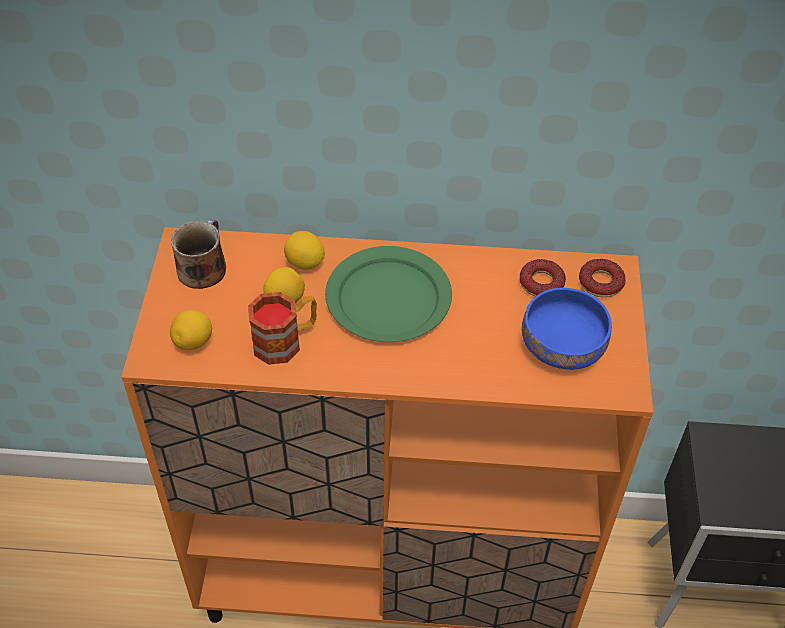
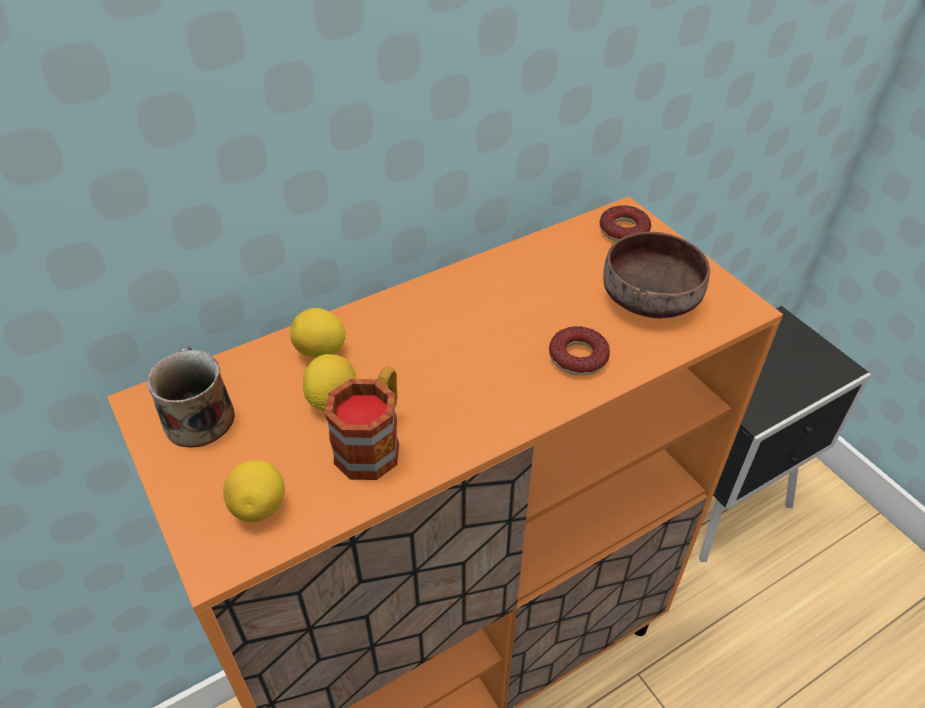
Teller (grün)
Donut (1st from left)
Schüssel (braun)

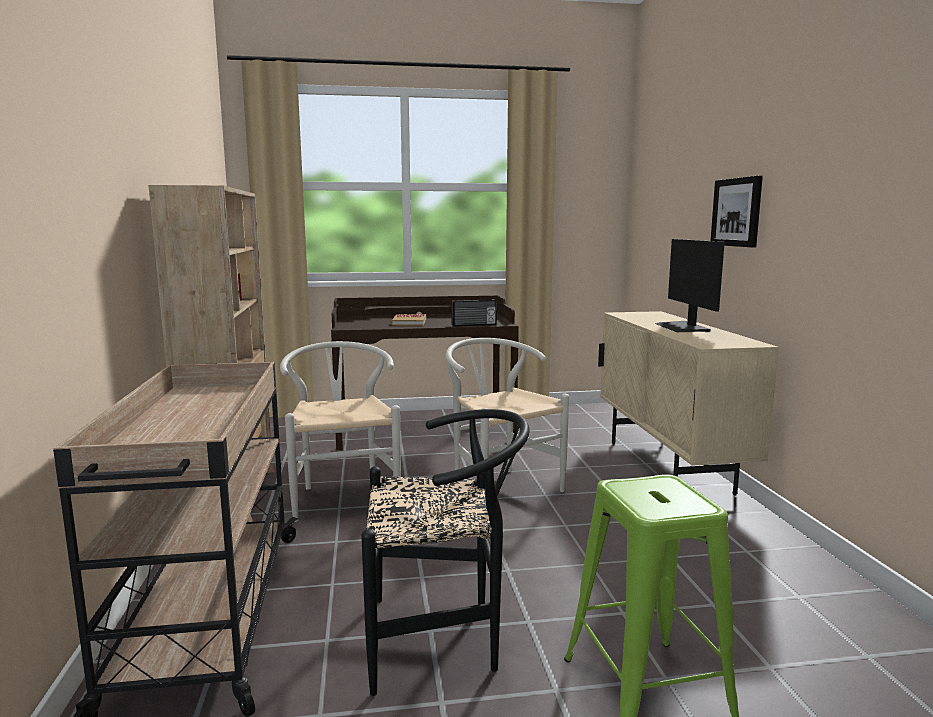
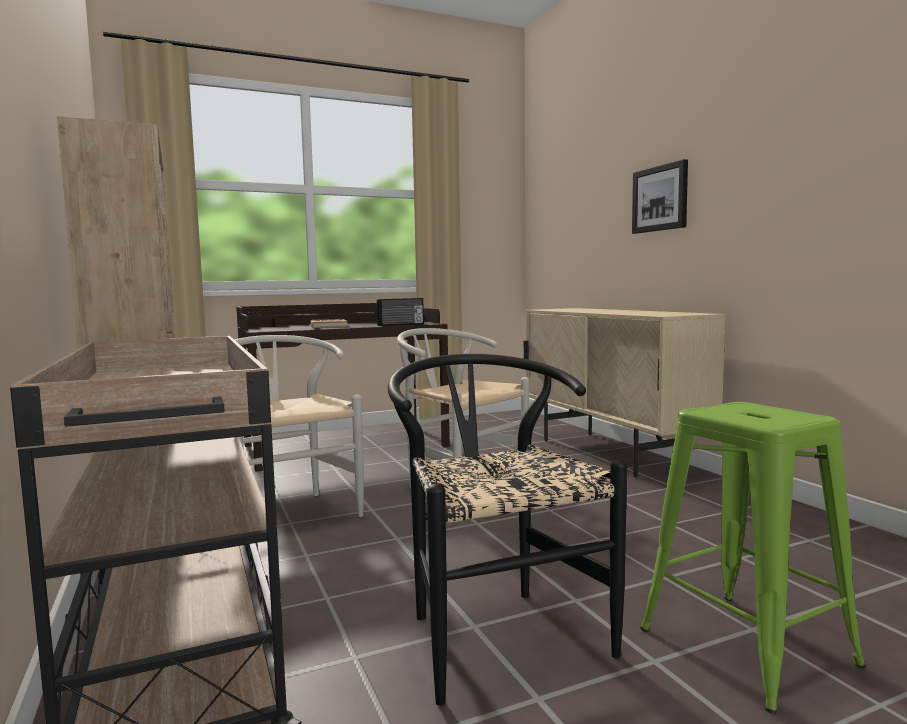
Stuhl (schwarz)
Monitor

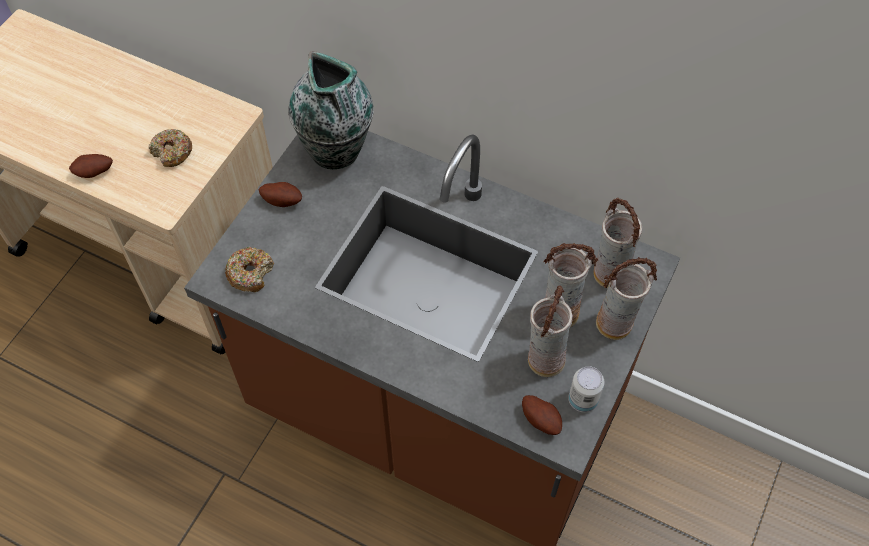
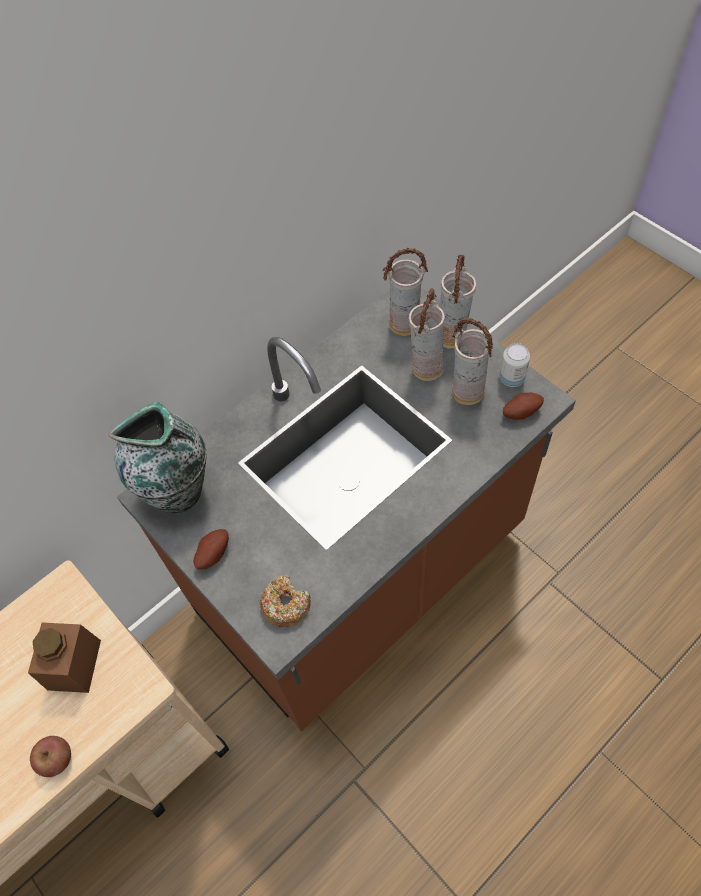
Apfel
Vorratsglas (braun)

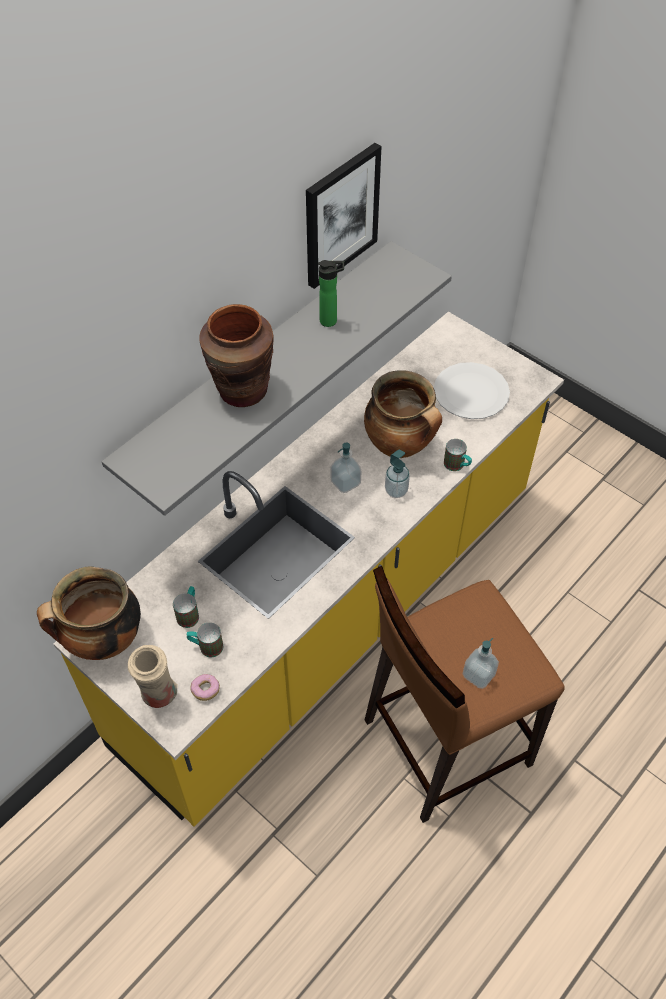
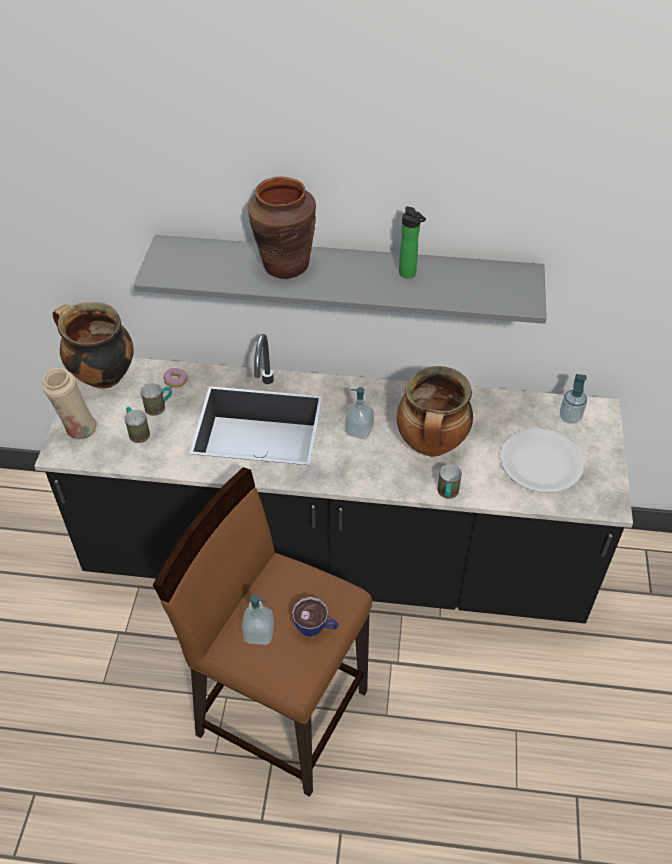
Küchenzeile (schwarz)
Donut
Bild
Seifenspender (3rd from left)
Tasse

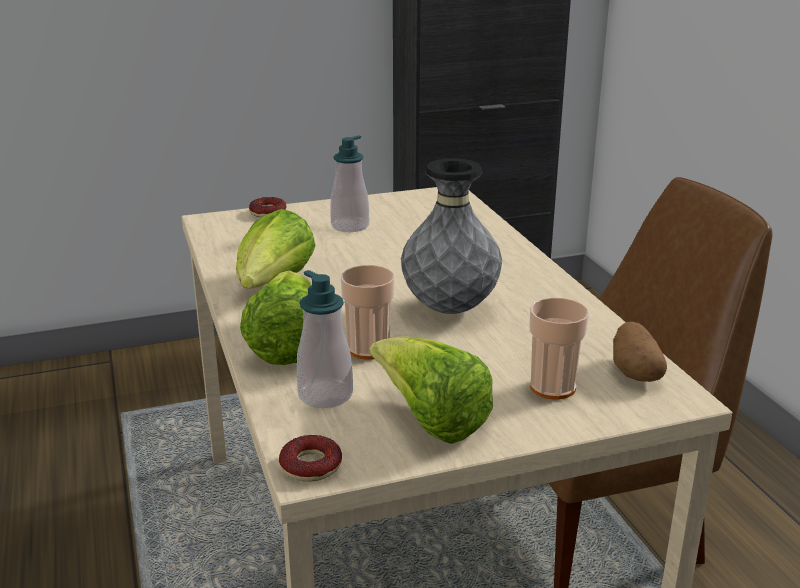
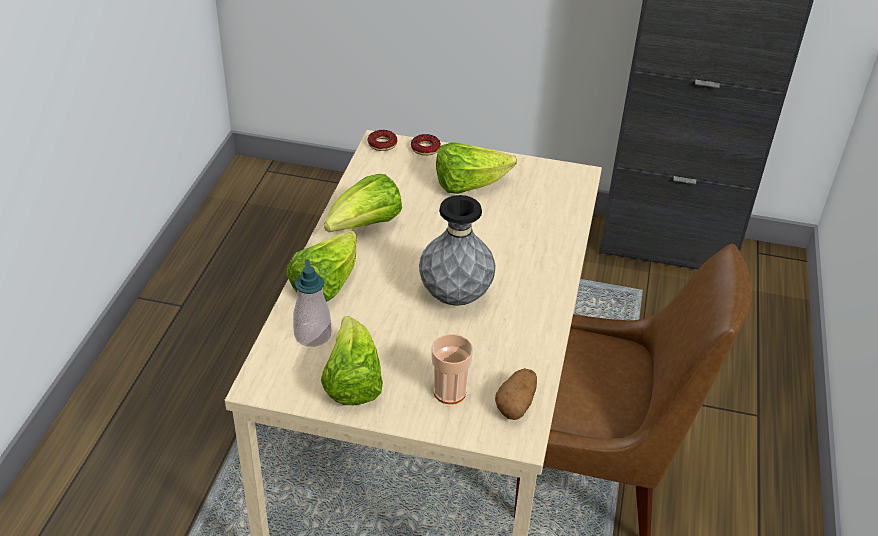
Donut (1st from left)
Salatkopf (4th from left)
Tasse (1st from left in the first image)

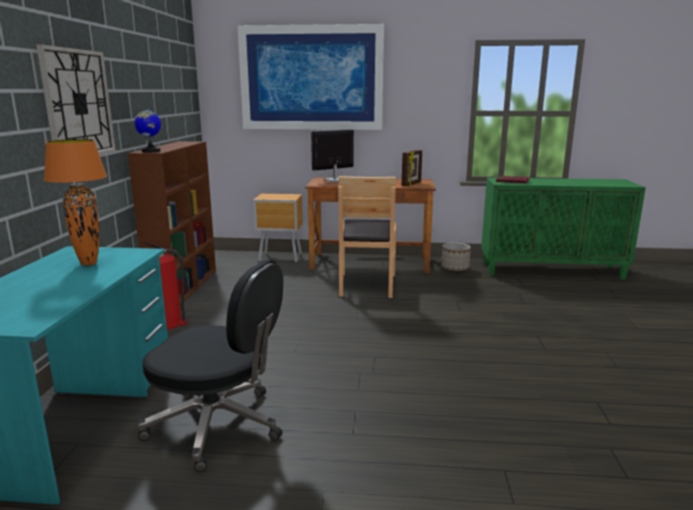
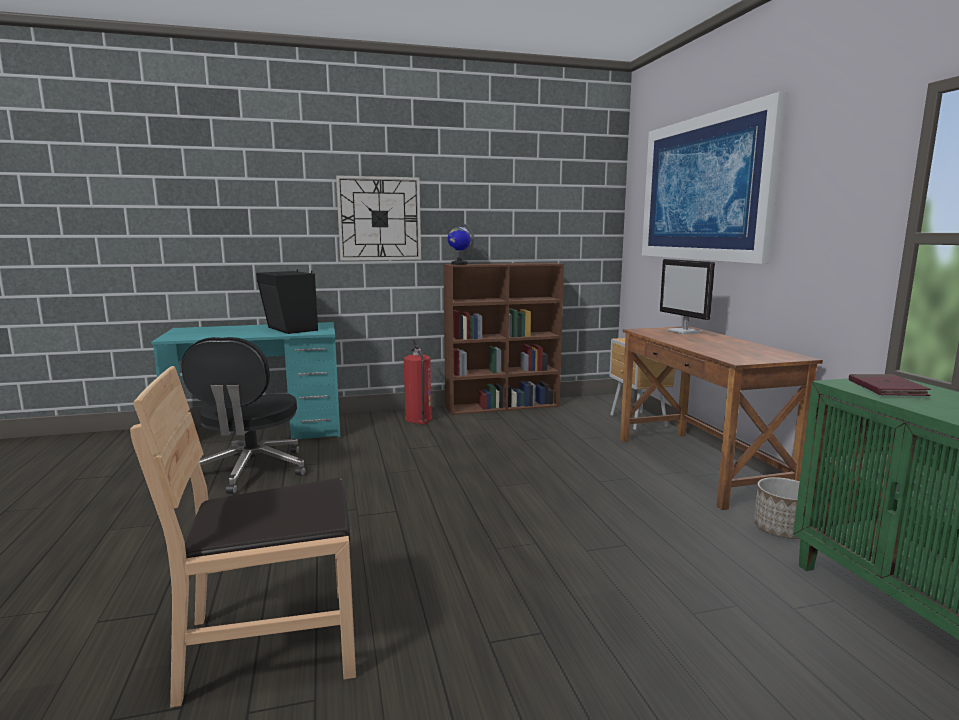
Lautsprecher (schwarz)
Monitor
Stuhl (braun)
Bilderrahmen

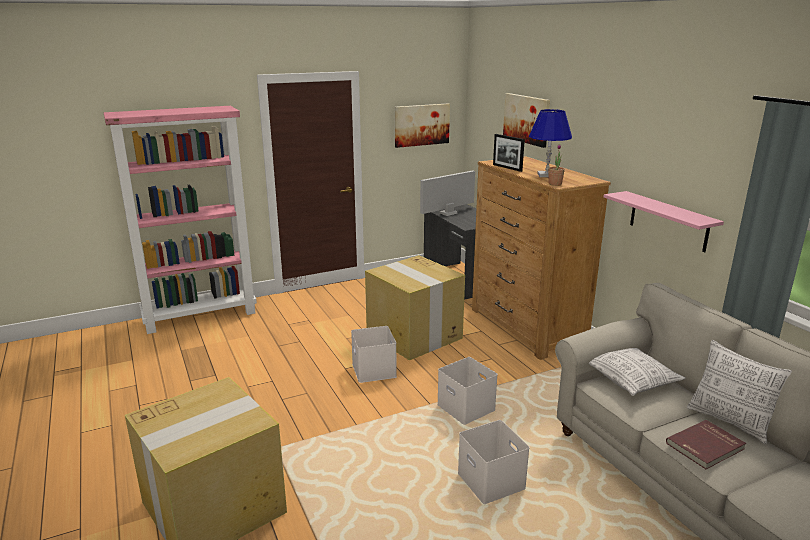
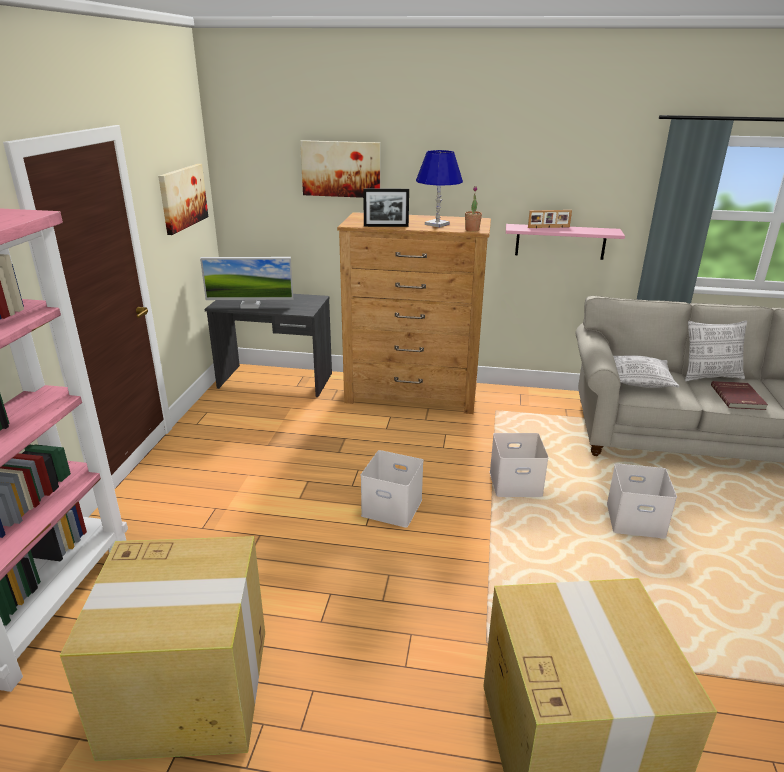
Karton (1st from left)
Monitor
Bilderrahmen (2nd from left)

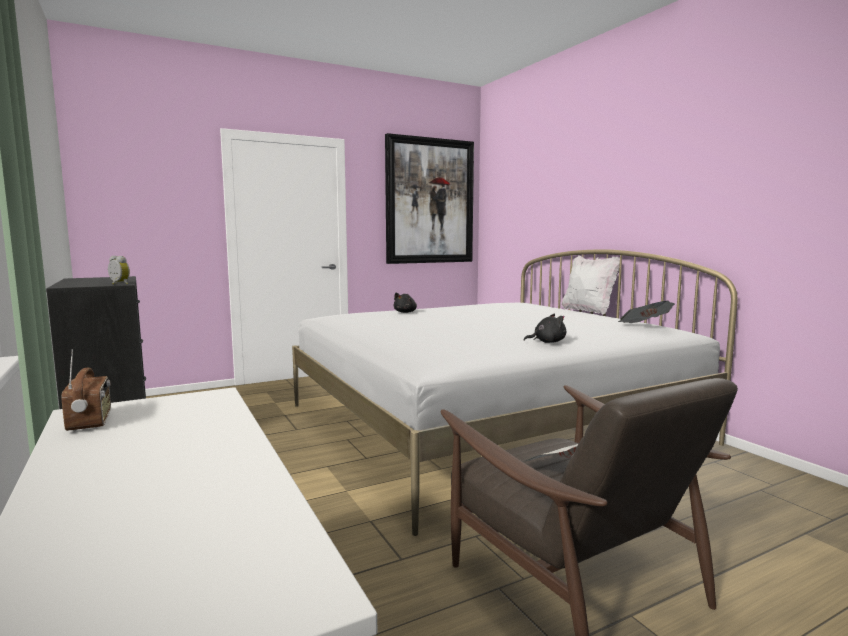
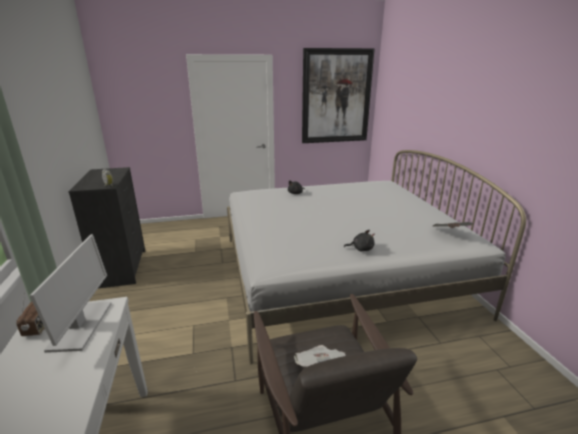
Kissen (weiß)
Monitor

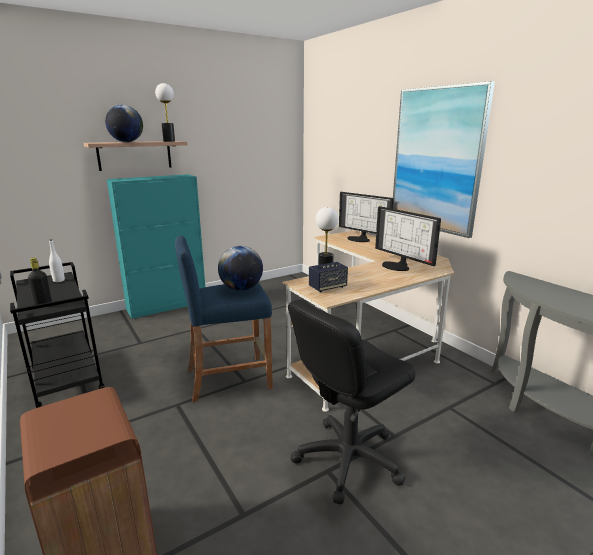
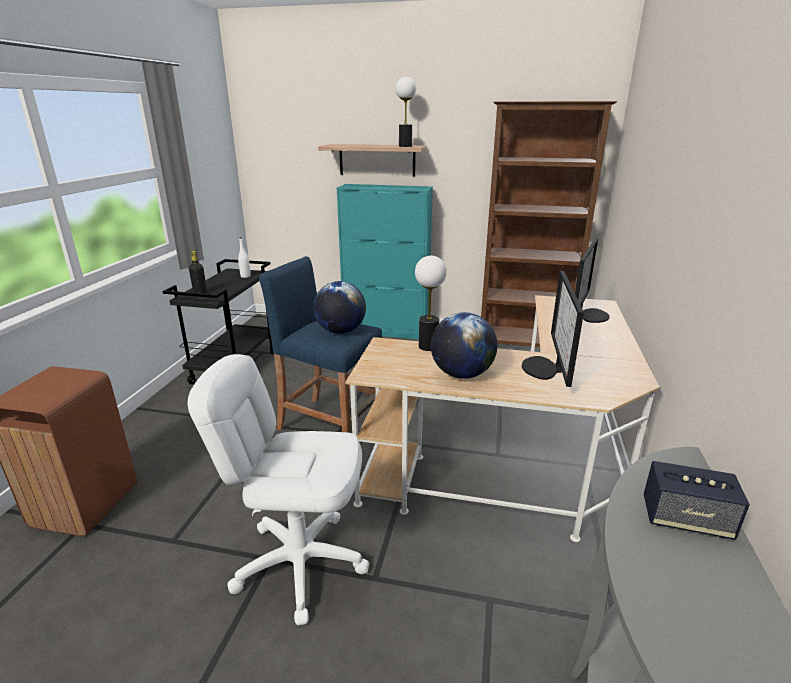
Globus (2nd from left)
Bürostuhl (weiß)
Lautsprecher
Monitor (2nd from left)
Bild
Bücherregal (braun)

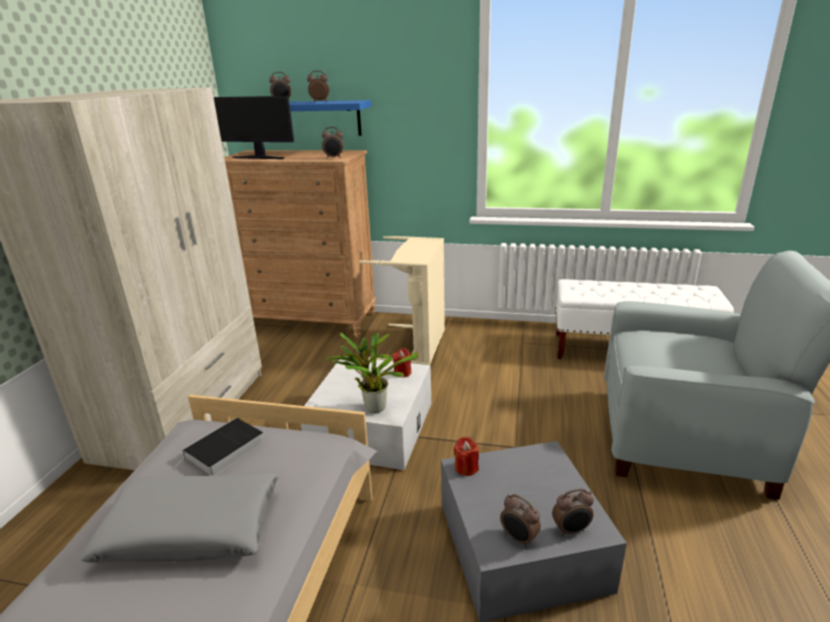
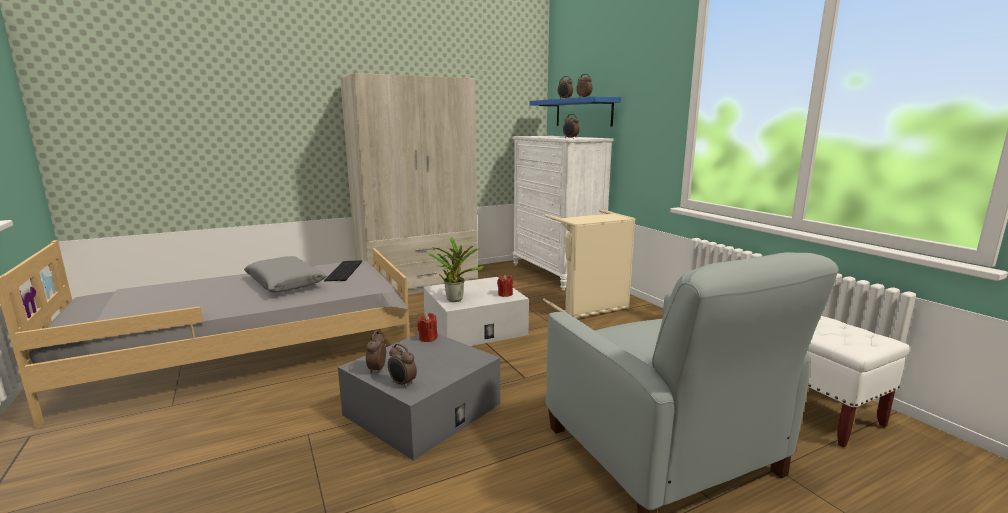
Tastatur
Monitor
Kommode (weiß)

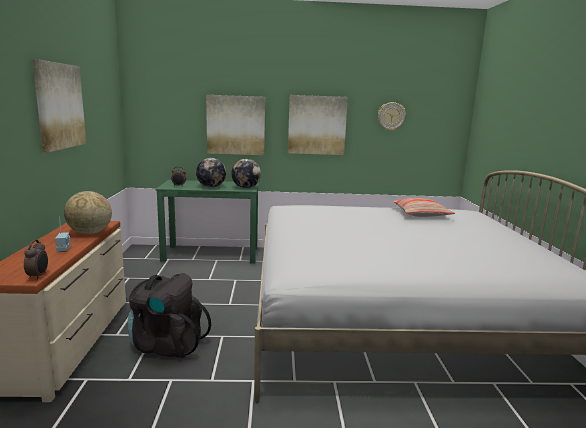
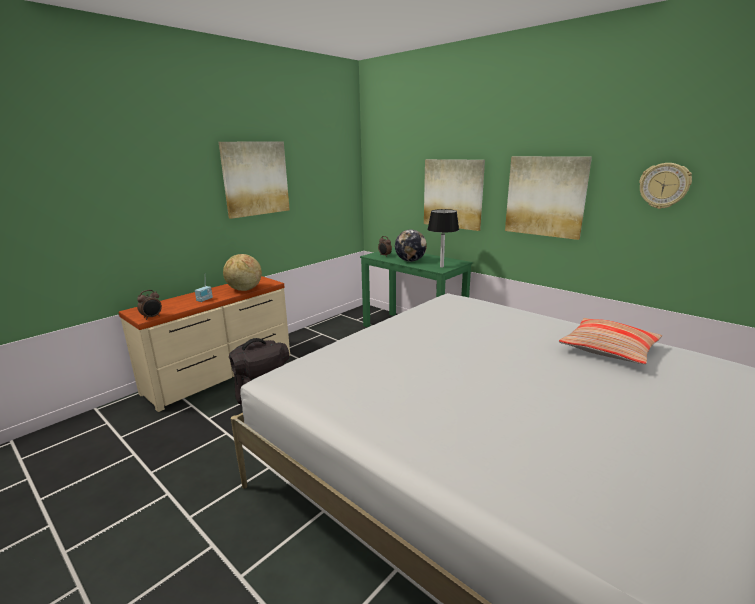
Tischlampe (schwarz)

